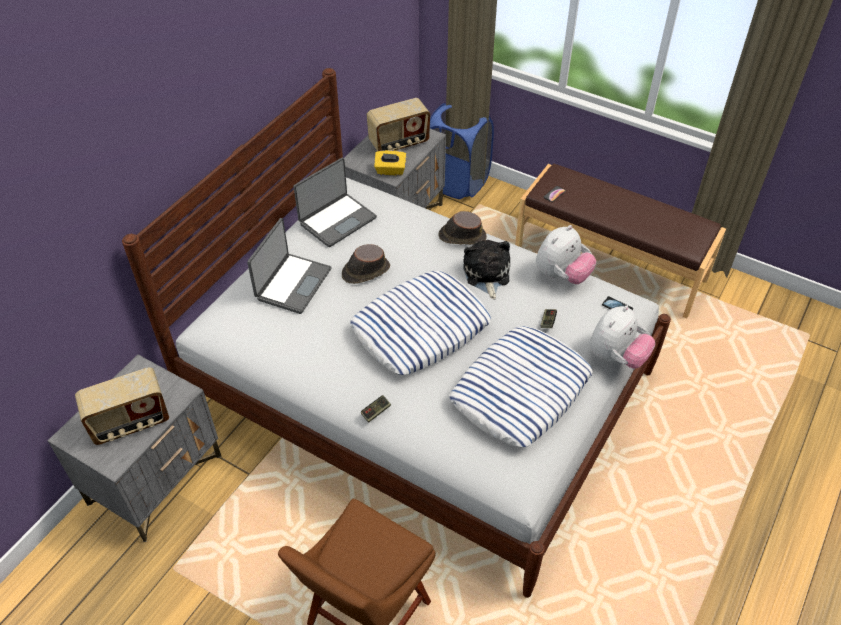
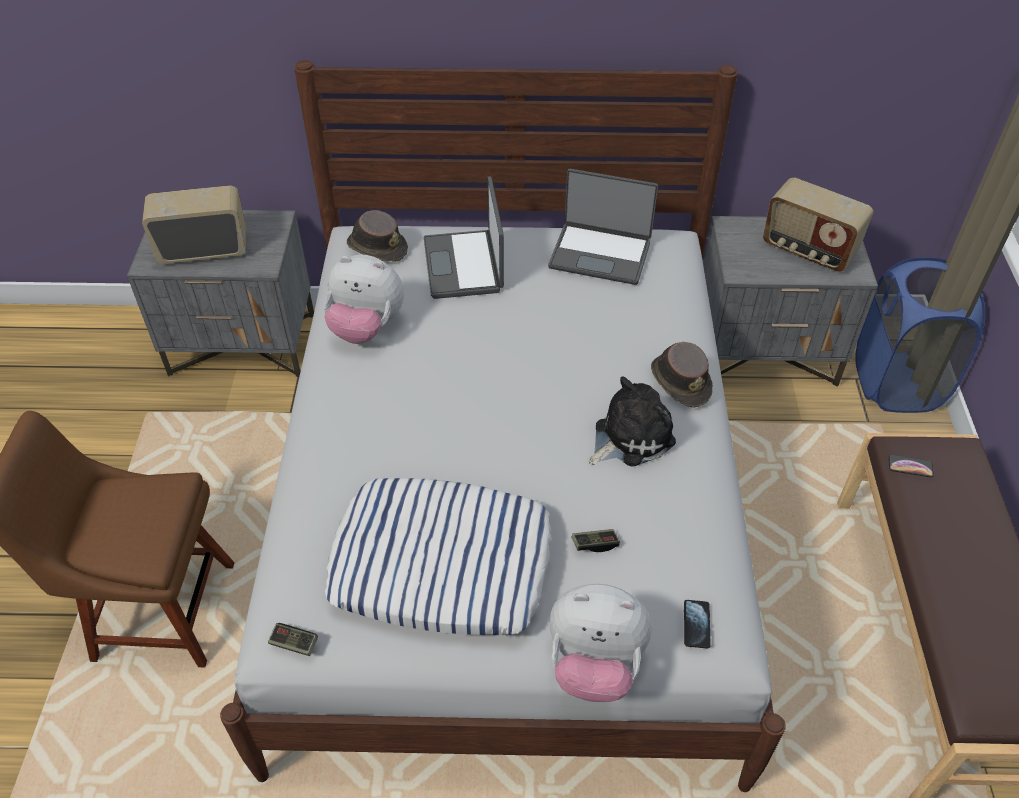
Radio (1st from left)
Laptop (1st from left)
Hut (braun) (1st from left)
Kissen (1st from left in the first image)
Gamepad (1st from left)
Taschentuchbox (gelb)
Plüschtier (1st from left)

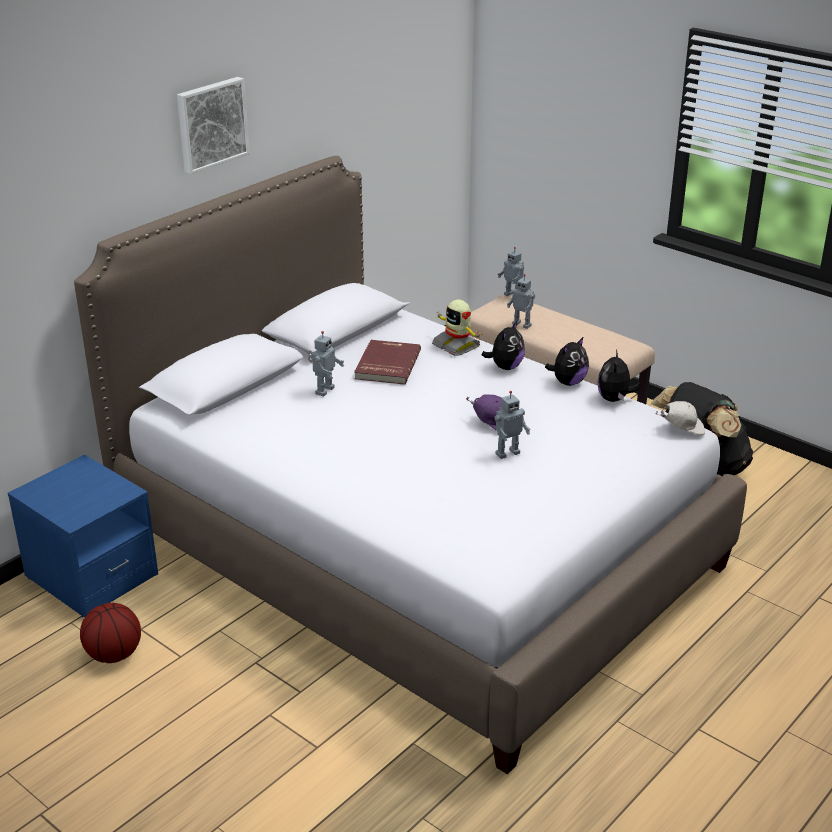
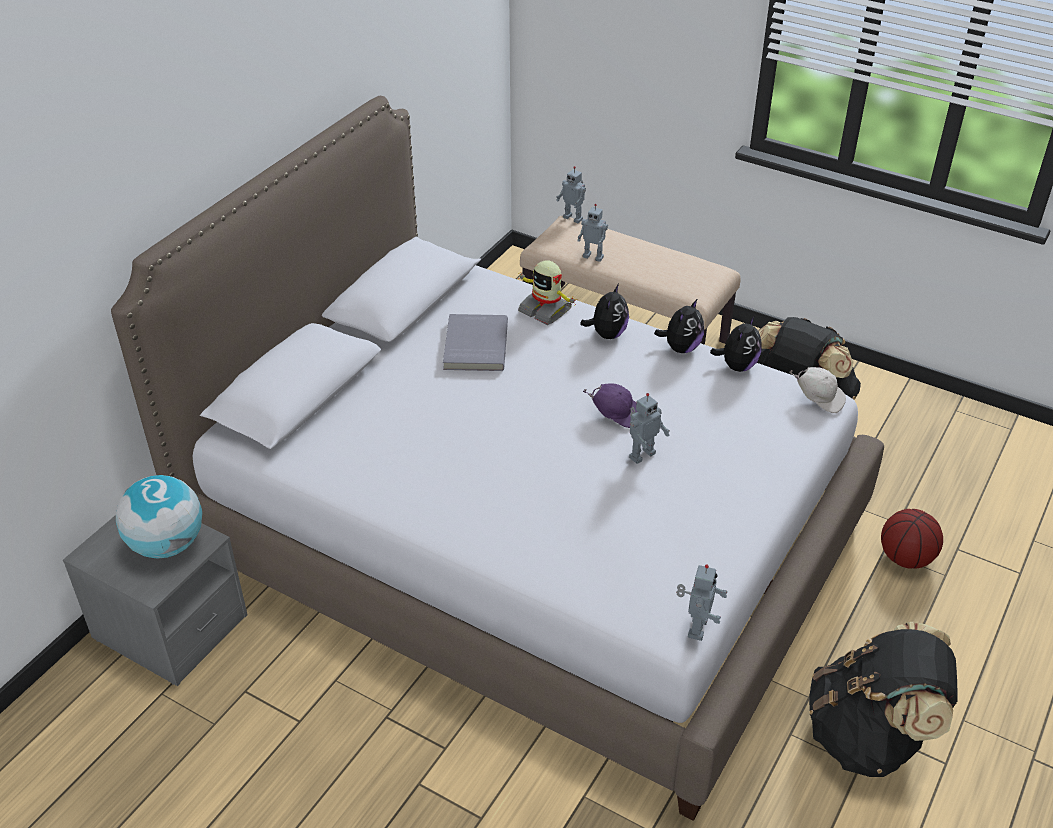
Nachttisch (grau)
Basketball
Bild
Spielzeugroboter (5th from left)
Buch (grau)
Plüschtier (3rd from left)
Kappe (weiß)
Globus
Rucksack (schwarz) (2nd from left)

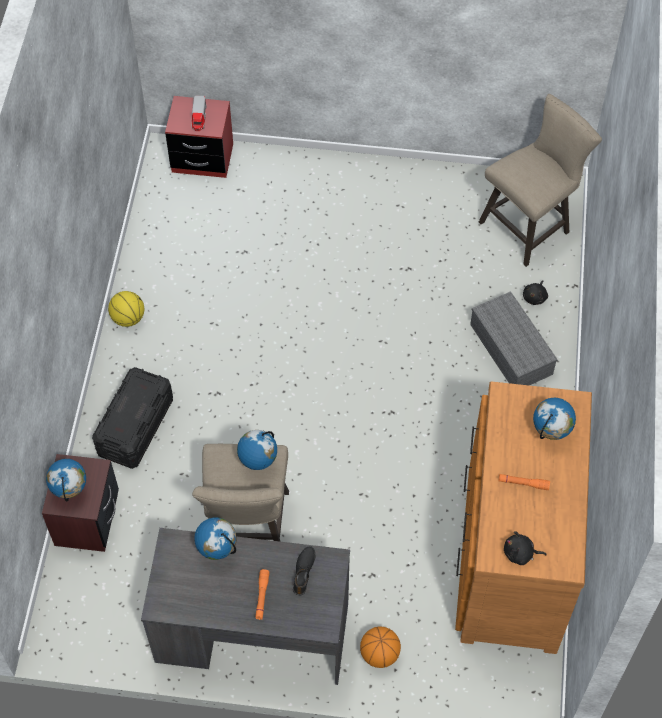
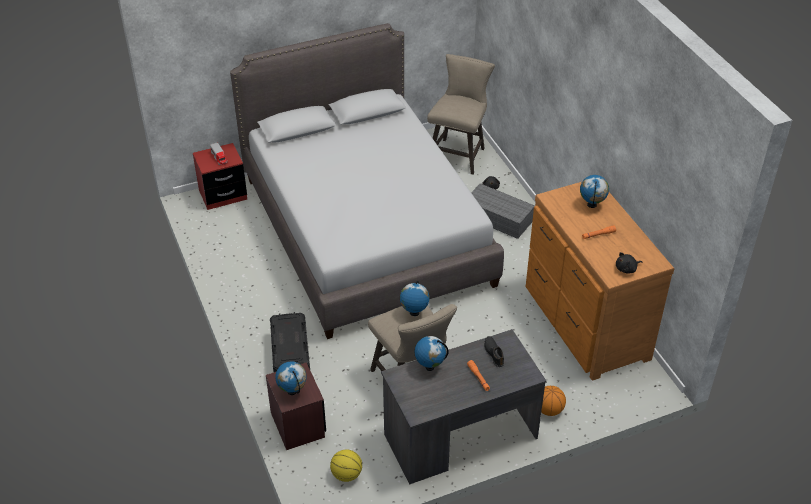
Basketball (1st from left)
Bett (grau)

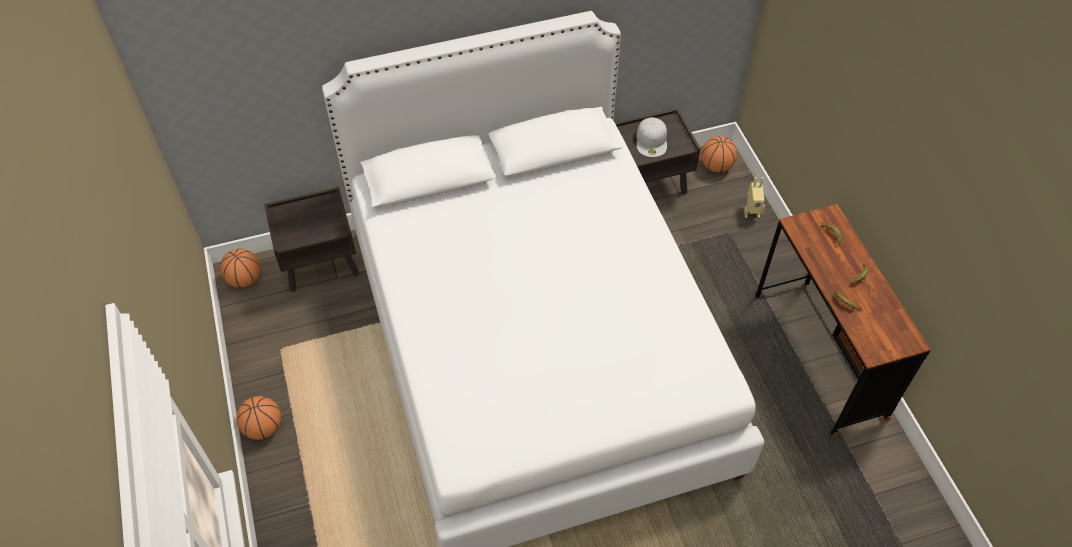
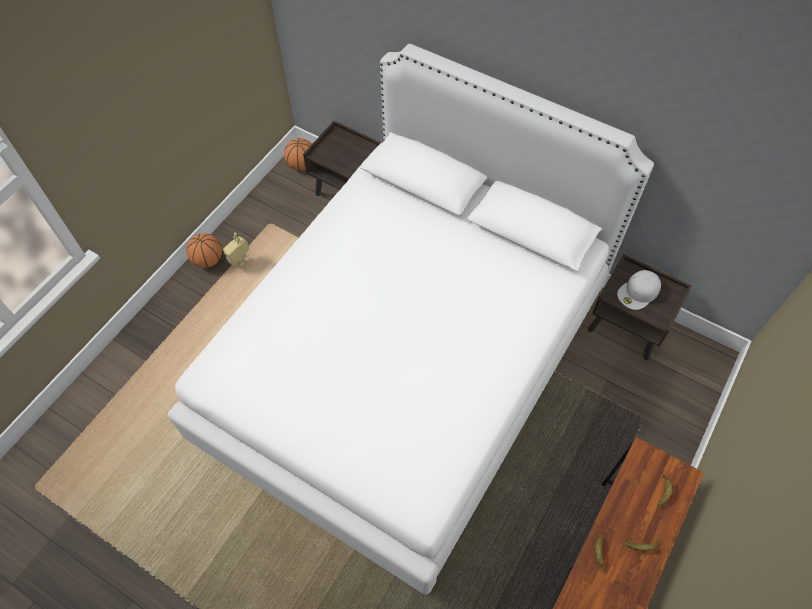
Basketball (3rd from left in the first image)
Spielzeugroboter

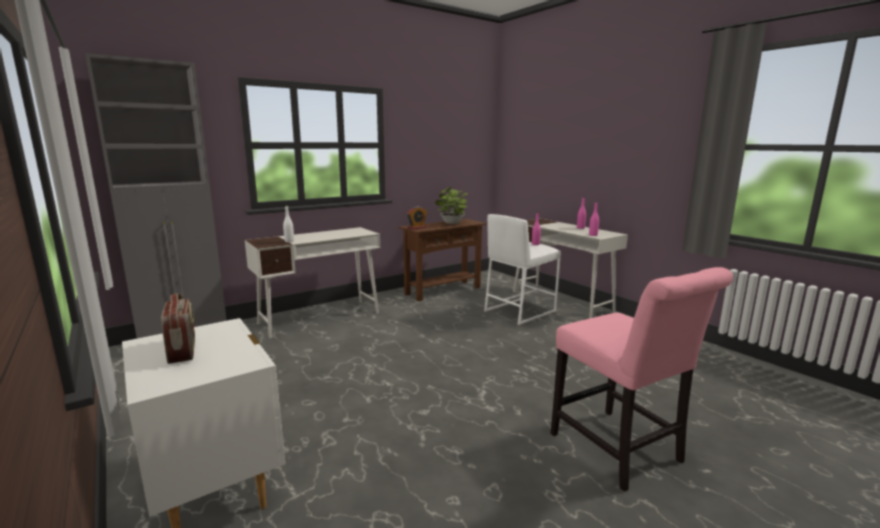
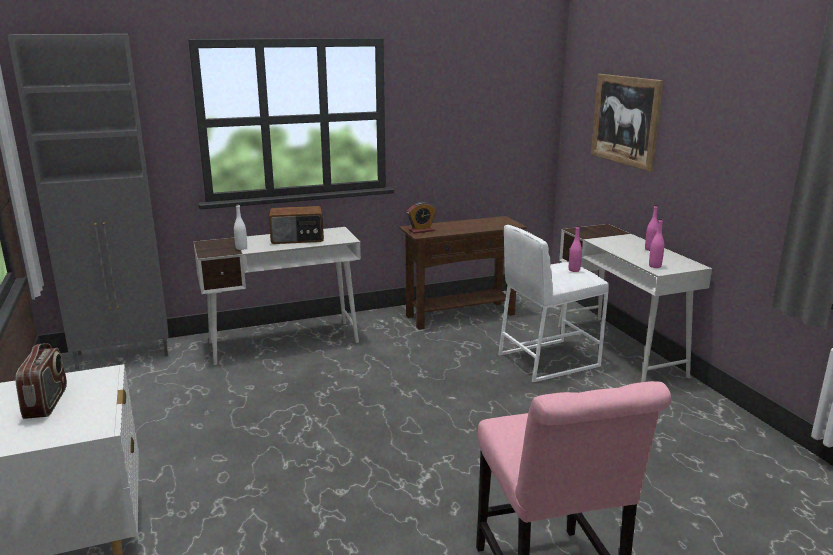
Topfpflanze
Radio (2nd from left)
Bild

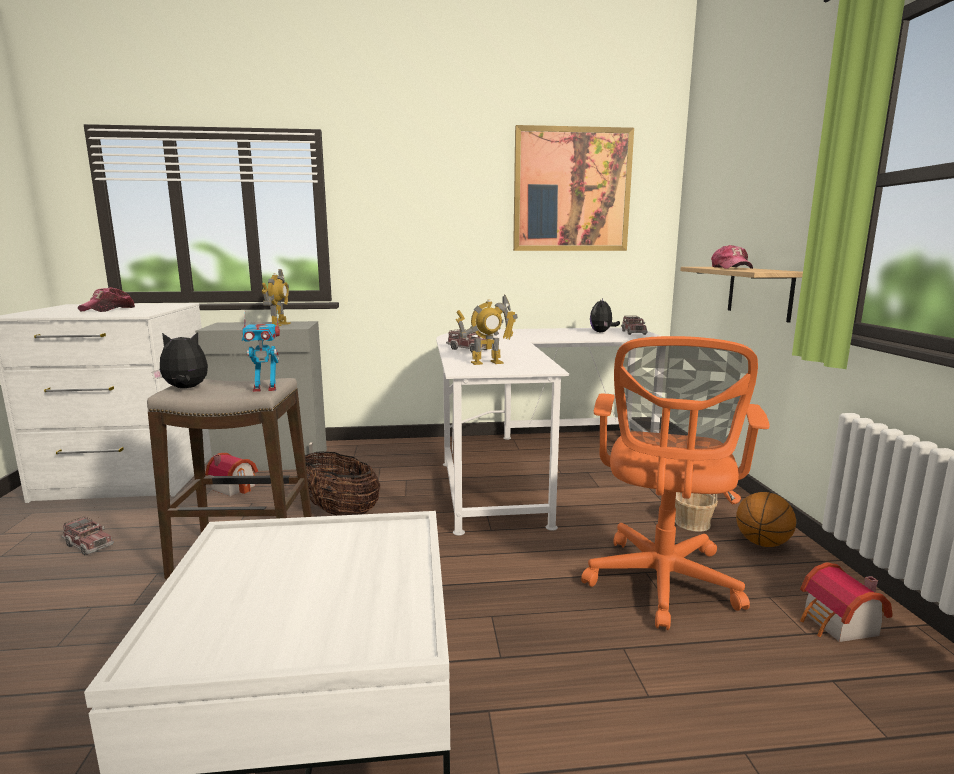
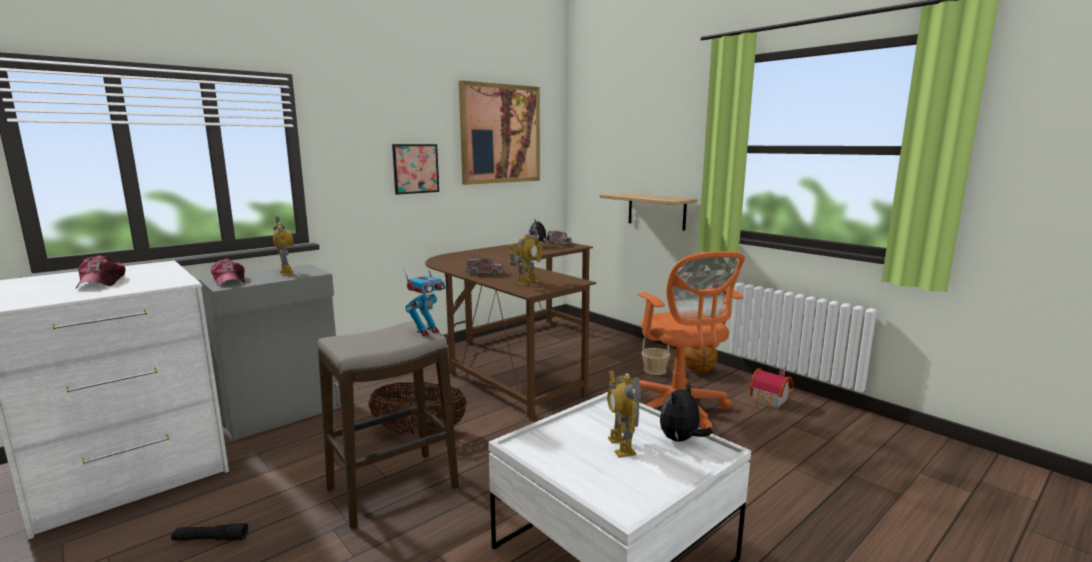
Taschenlampe (schwarz)
Plüschtier (2nd from left)
Spielzeughaus (1st from left in the first image)
Schreibtisch (braun)
Kappe (2nd from left)
Bild (1st from left)
Spielzeugroboter (4th from left)

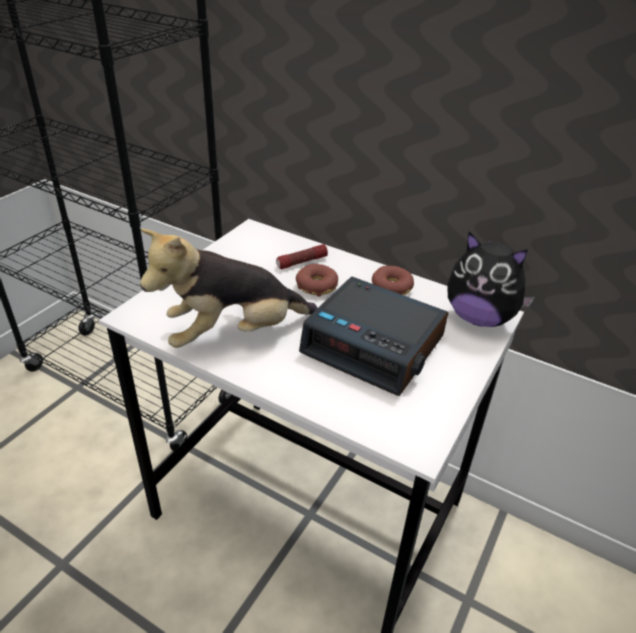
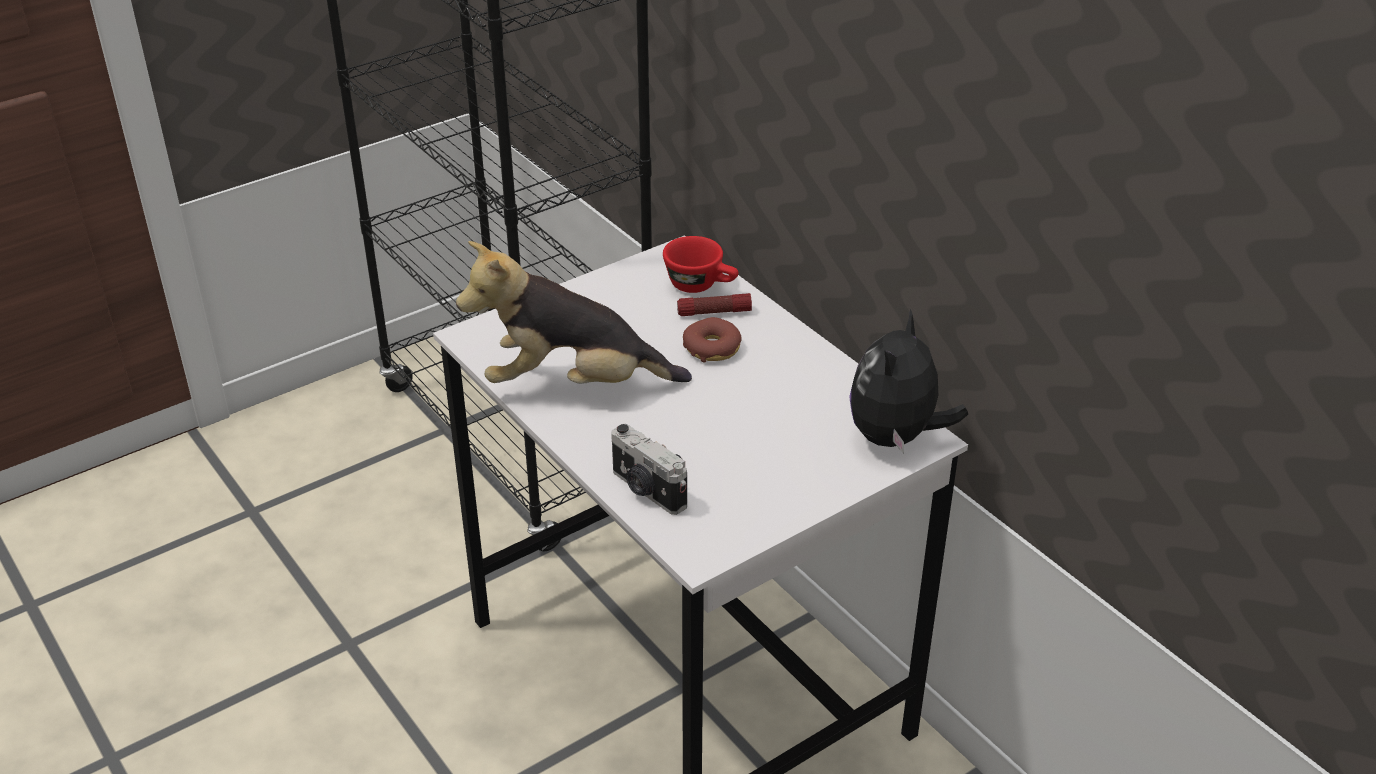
Wecker
Donut (2nd from left in the first image)
Plüschtier (2nd from left)
Kamera
Tasse (rot)

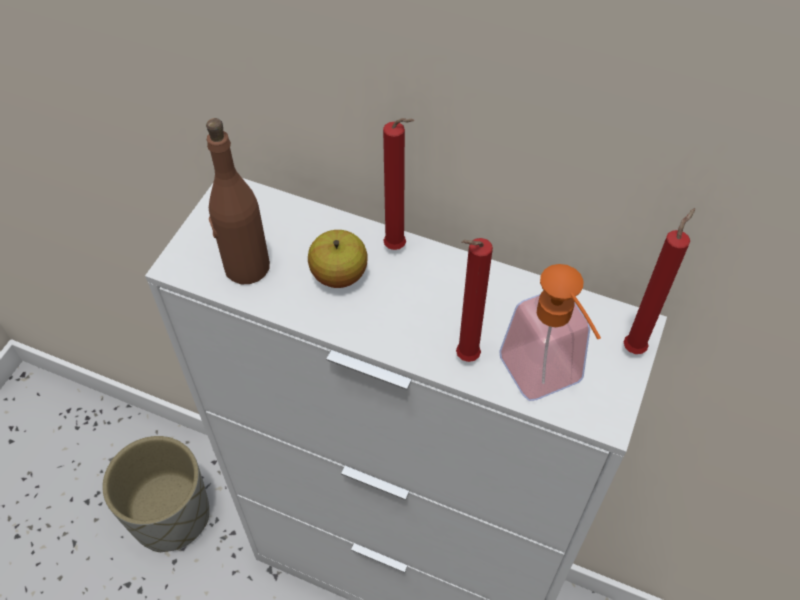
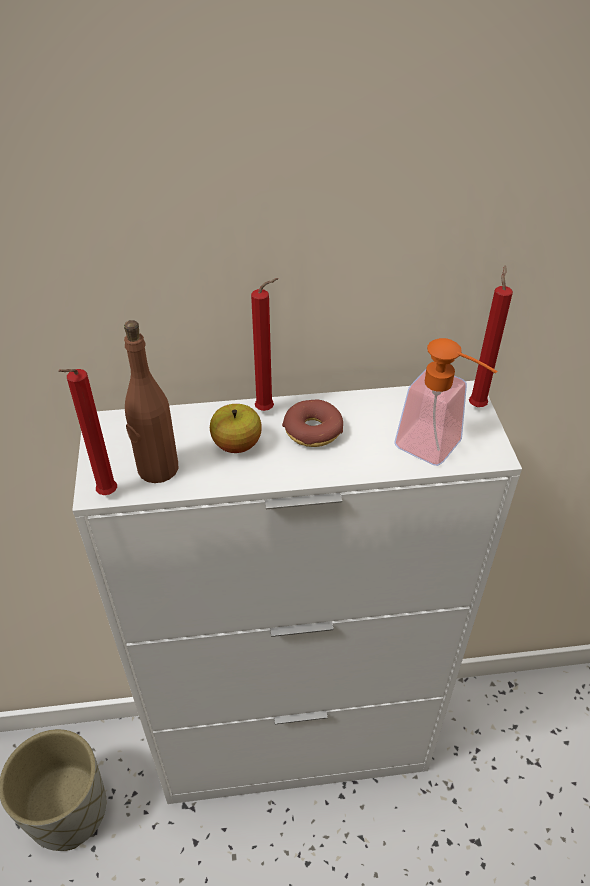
Kerze (rot) (1st from left)
Donut

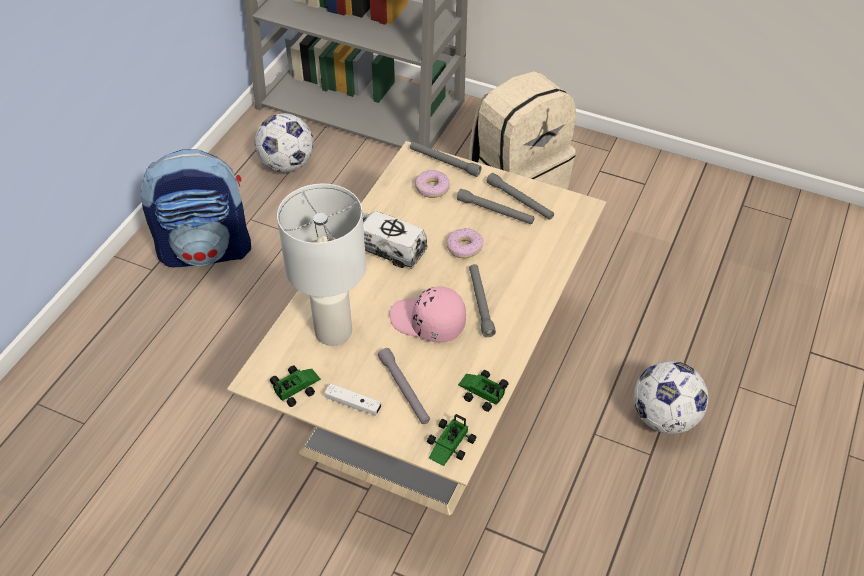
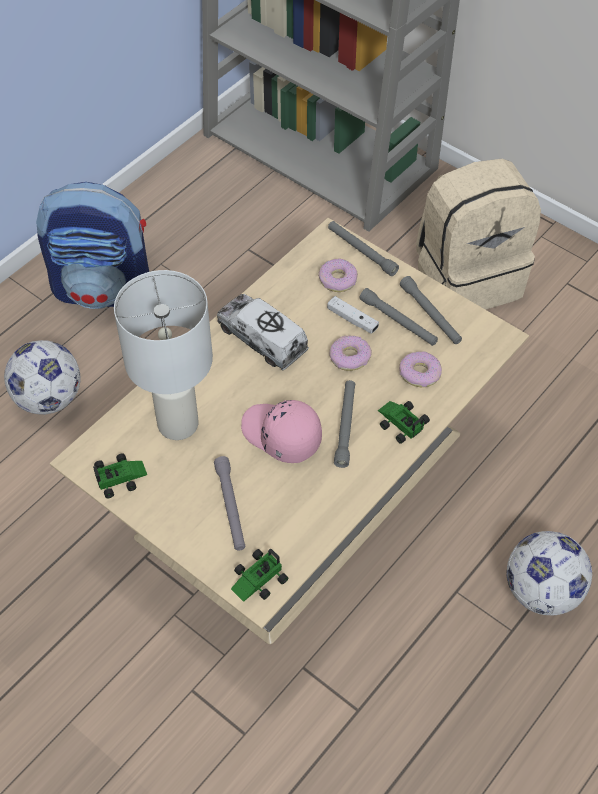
Fußball (1st from left)
Gamepad (weiß)
Spielzeugauto (3rd from left)
Donut (3rd from left)

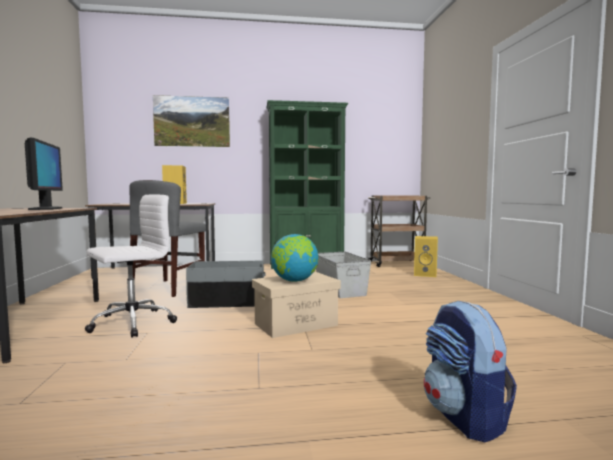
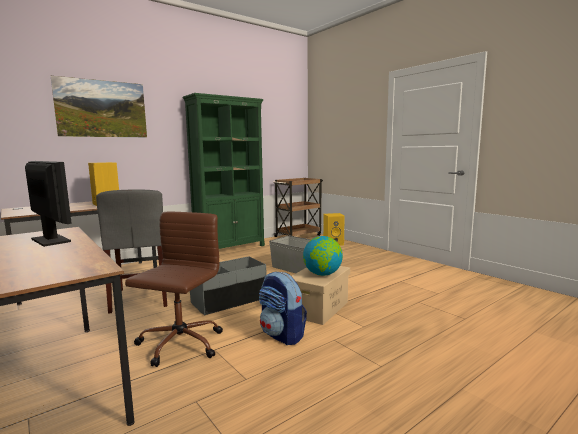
Bürostuhl (braun)
Rucksack

